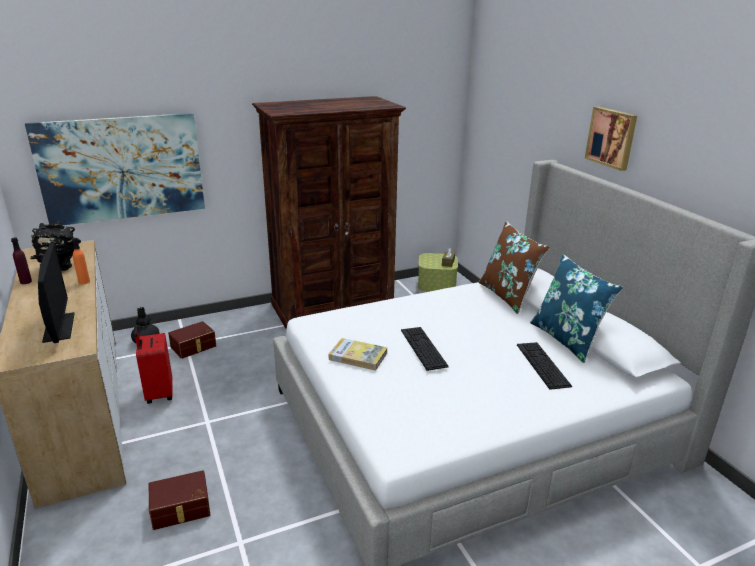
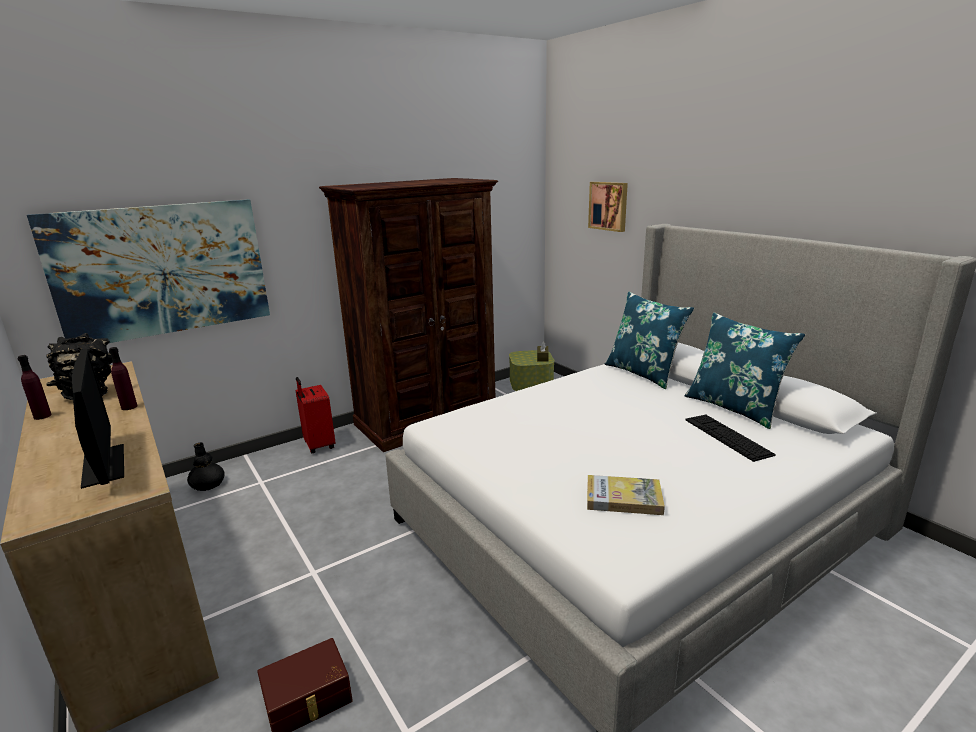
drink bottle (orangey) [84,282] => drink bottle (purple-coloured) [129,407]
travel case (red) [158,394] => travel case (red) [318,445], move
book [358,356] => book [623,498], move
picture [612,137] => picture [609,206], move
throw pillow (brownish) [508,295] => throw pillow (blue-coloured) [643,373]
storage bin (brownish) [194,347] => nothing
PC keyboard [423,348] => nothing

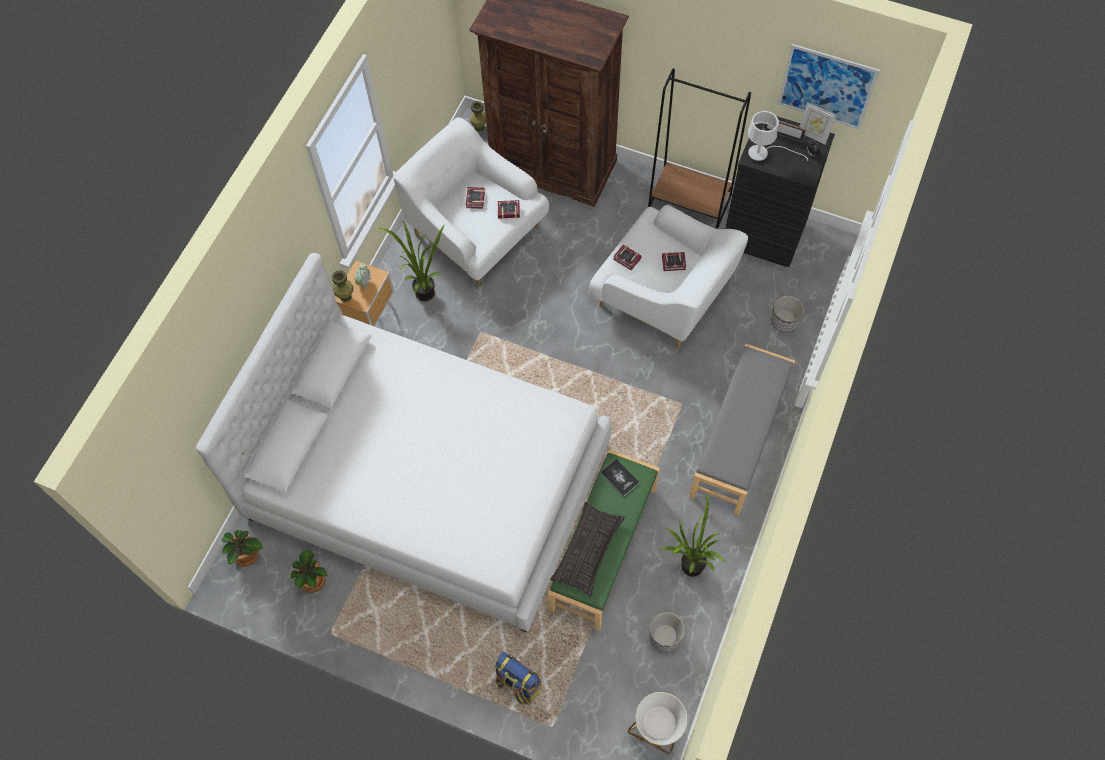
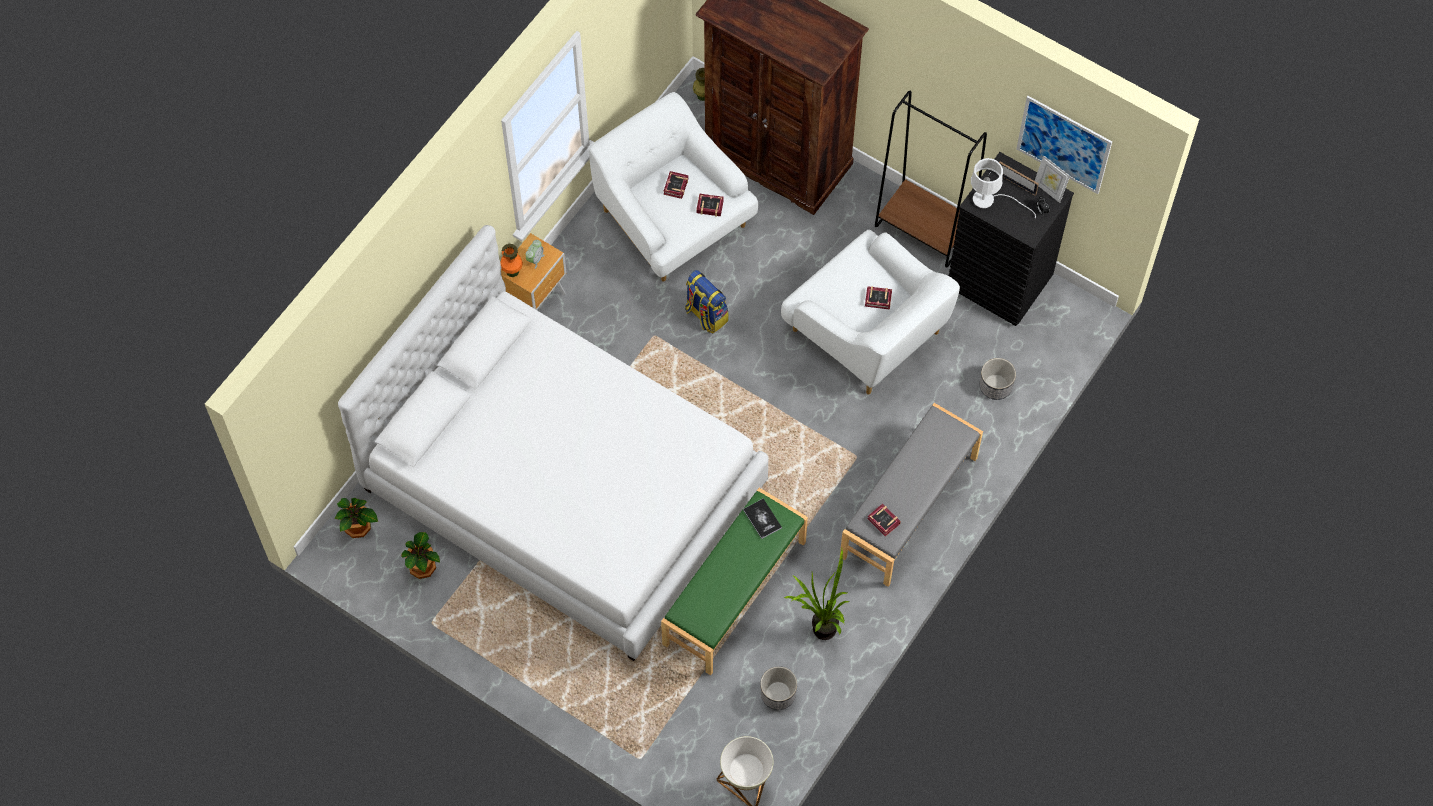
decorative vase (green) [345,296] => decorative vase (orangey) [512,271]
rucksack [518,684] => rucksack [705,315], move
book [627,260] => book [884,522], move
houseplant [422,291] => nothing
throw pillow [587,550] => nothing

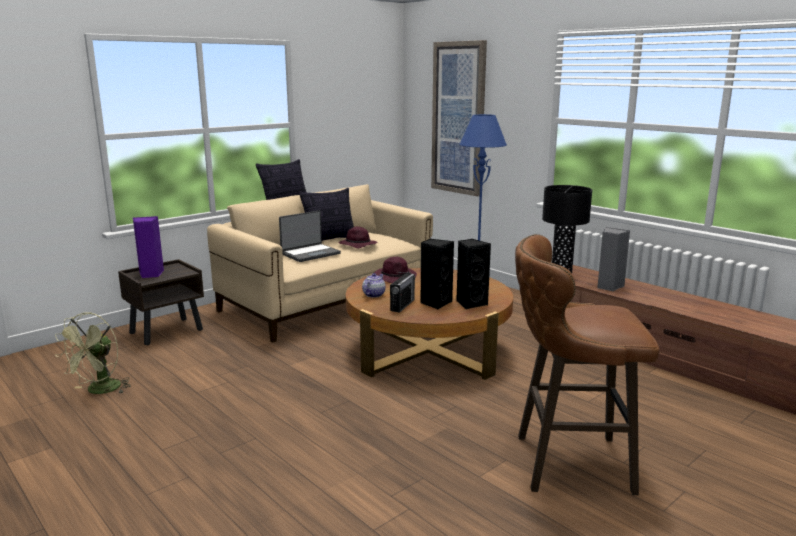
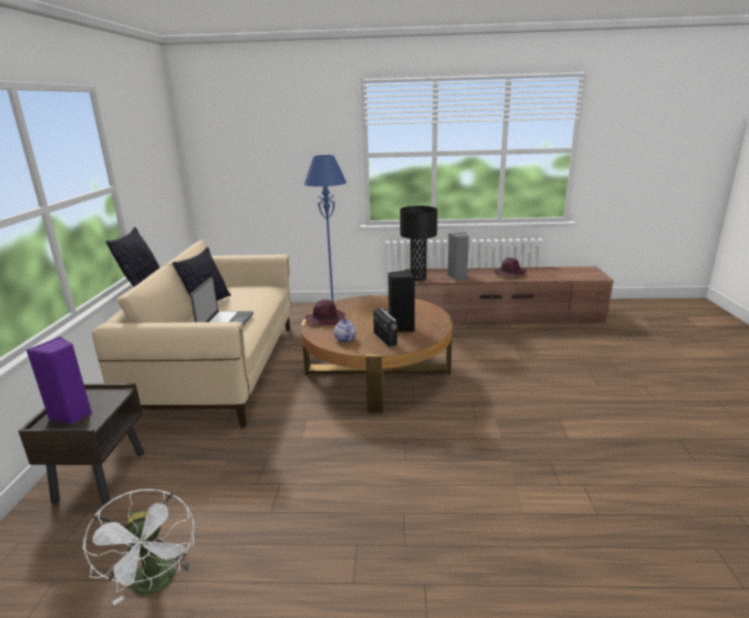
electric fan (green) [99,391] => electric fan (whitish) [156,584]
clothing hat (purple-coloured) [357,245] => clothing hat (purple-coloured) [509,274], move
picture [458,118] => nothing
audio speaker (black) [470,303] => nothing
stool (brownish) [567,463] => nothing

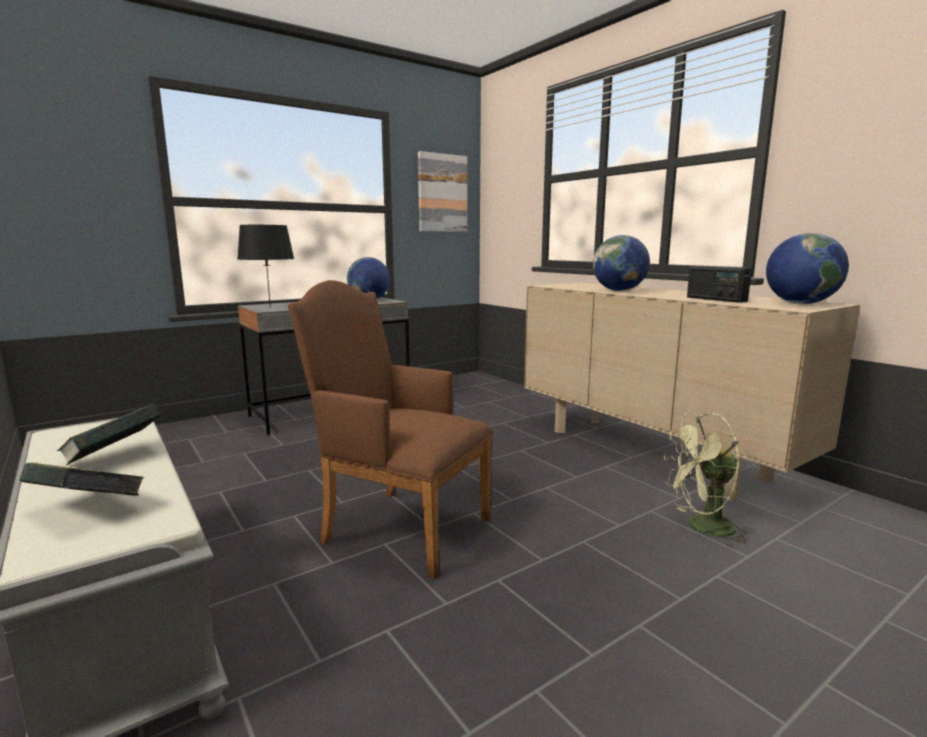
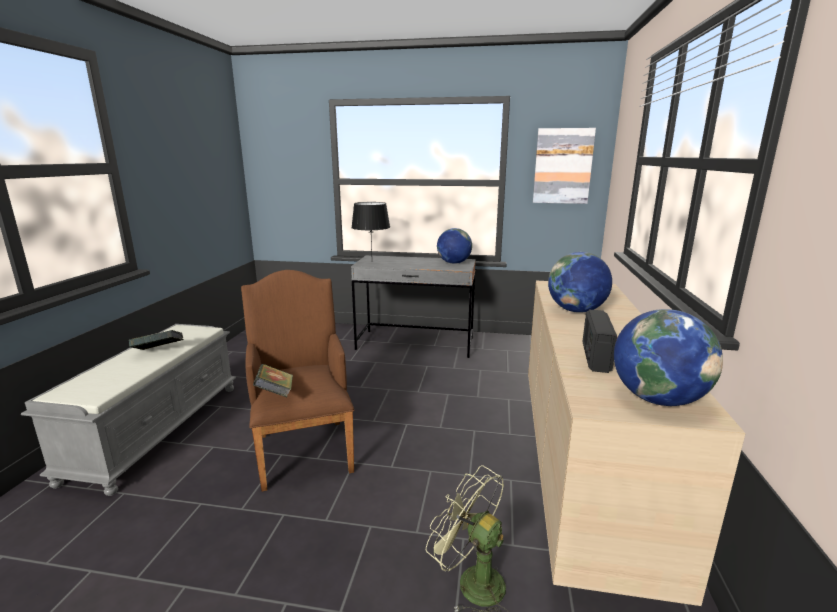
book [87,509] => book [275,394], move

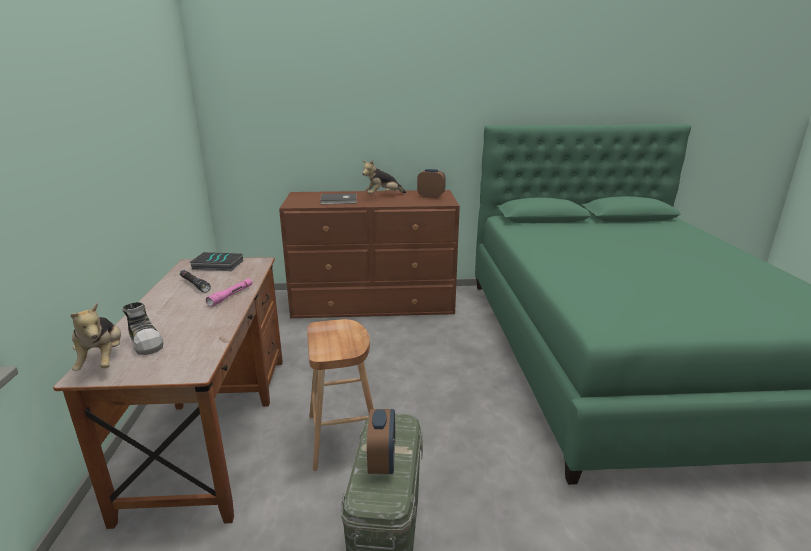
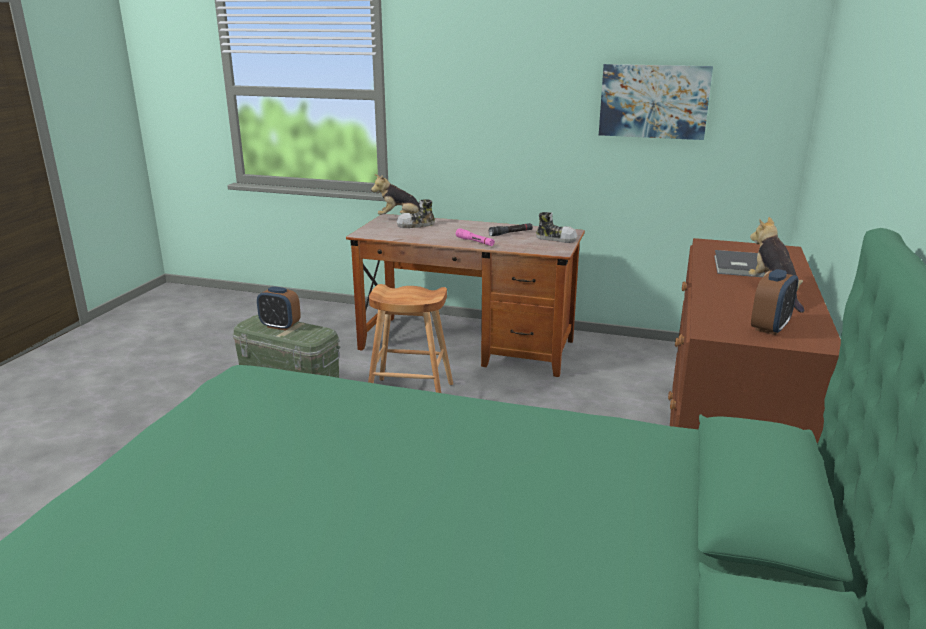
book [217,265] => low shoe [556,239]
nothing => picture [654,101]

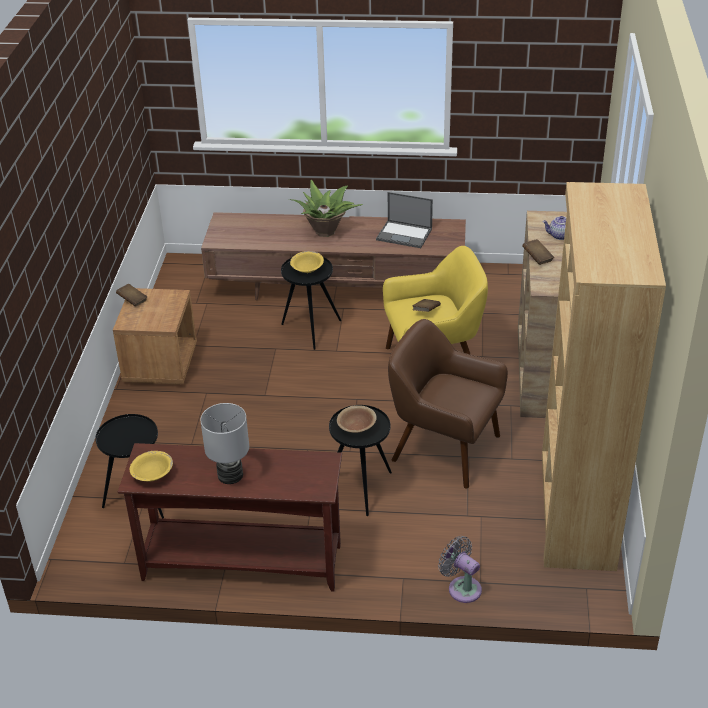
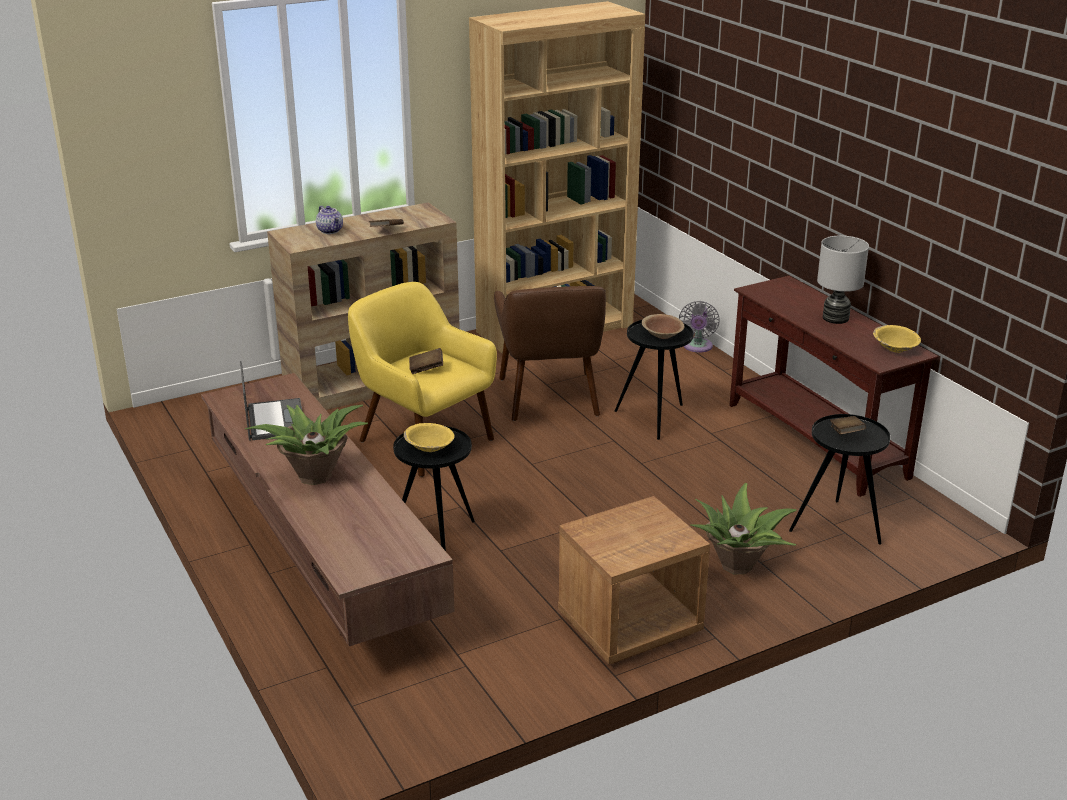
nothing => houseplant [738,565]
book (brownish) [132,301] => book (brownish) [846,434], move

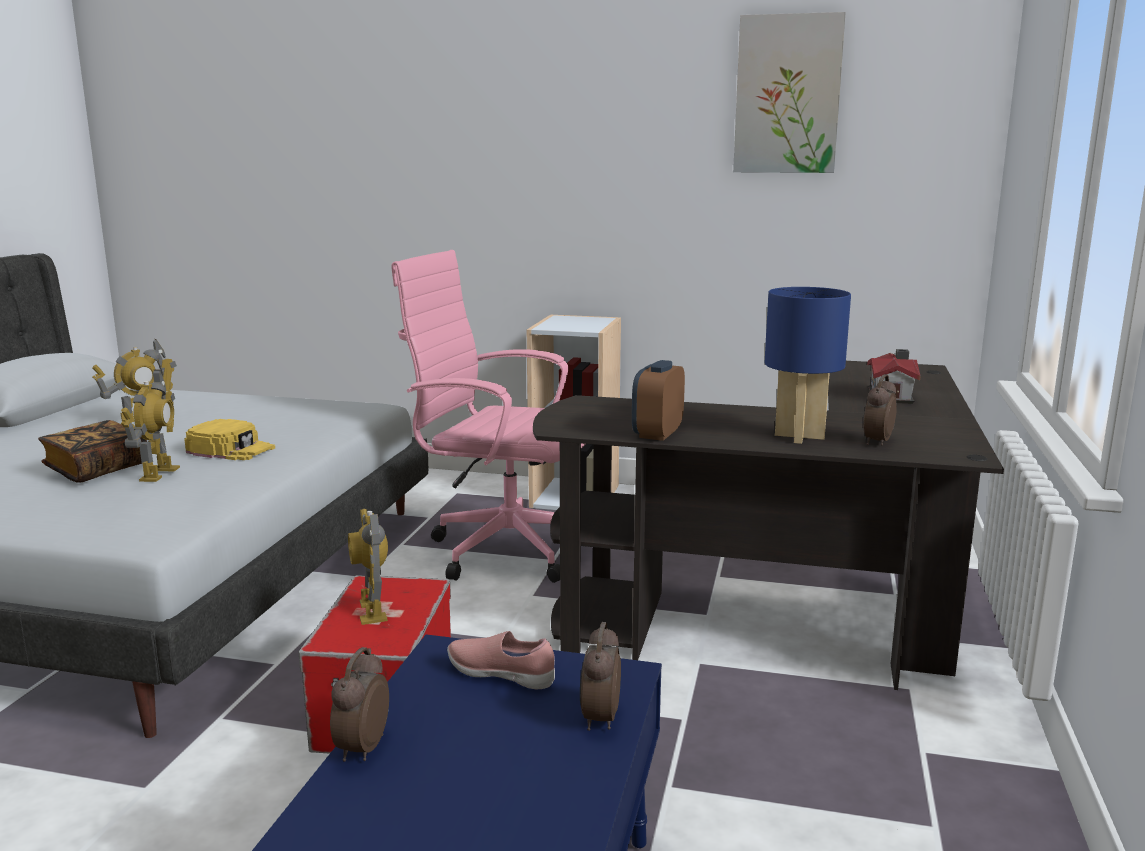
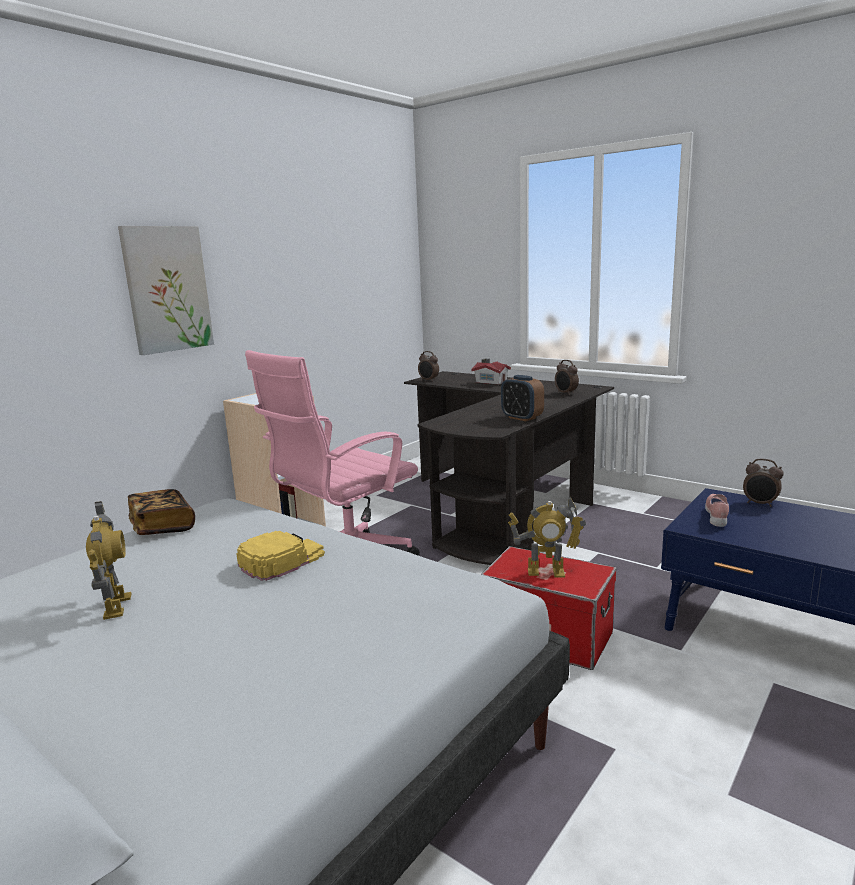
picture [787,95] => picture [167,289], move
book [97,469] => book [162,526], move
alarm clock [361,749] => alarm clock [428,380], move
low shoe (pink) [501,675] => low shoe (pink) [717,517], 150 degrees clockwise
toy robot [158,474] => nothing
lamp for a table (blue-coloured) [799,436] => nothing

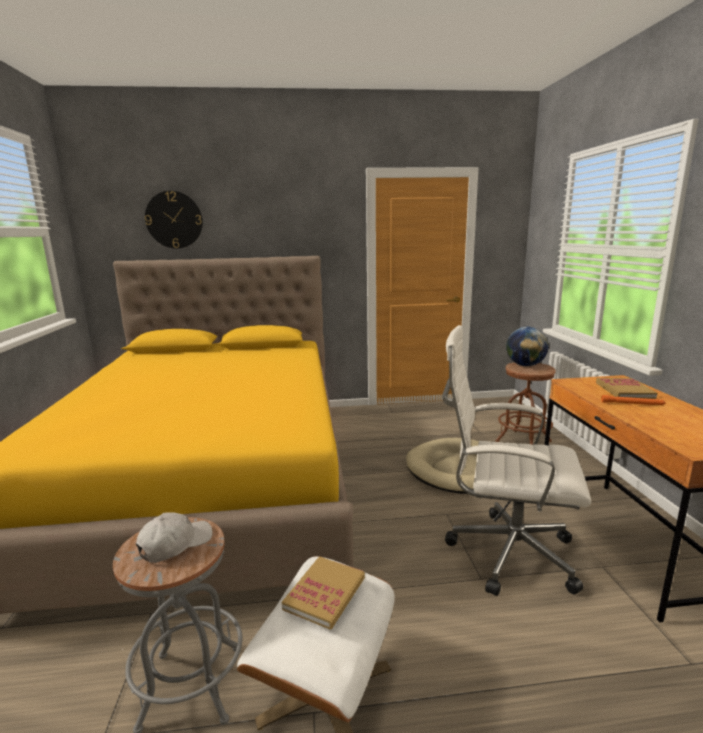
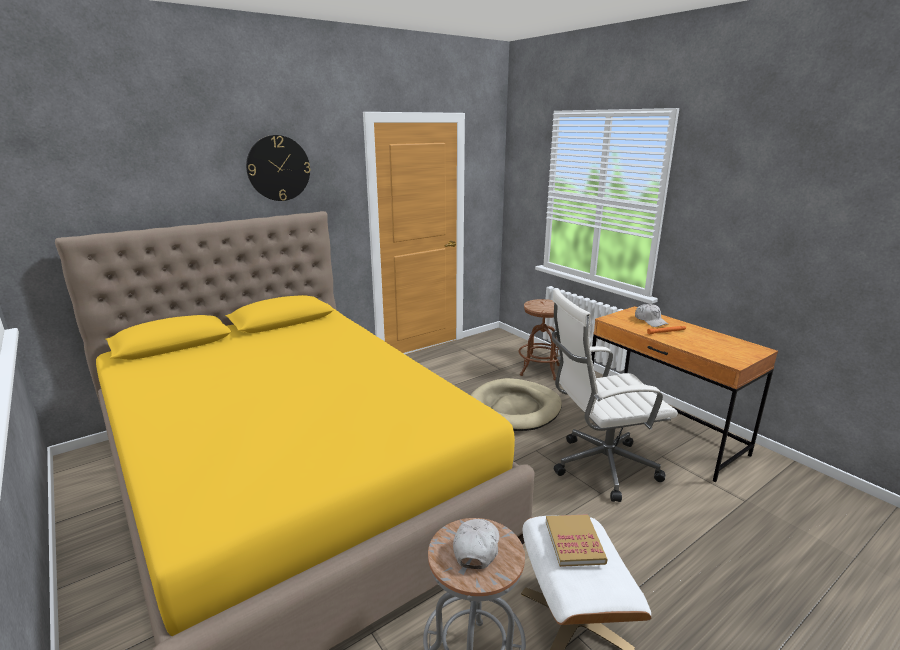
wall clock [174,220] => wall clock [278,168], move
book [624,390] => peaked cap (whitish) [650,321]
world globe [525,365] => nothing

